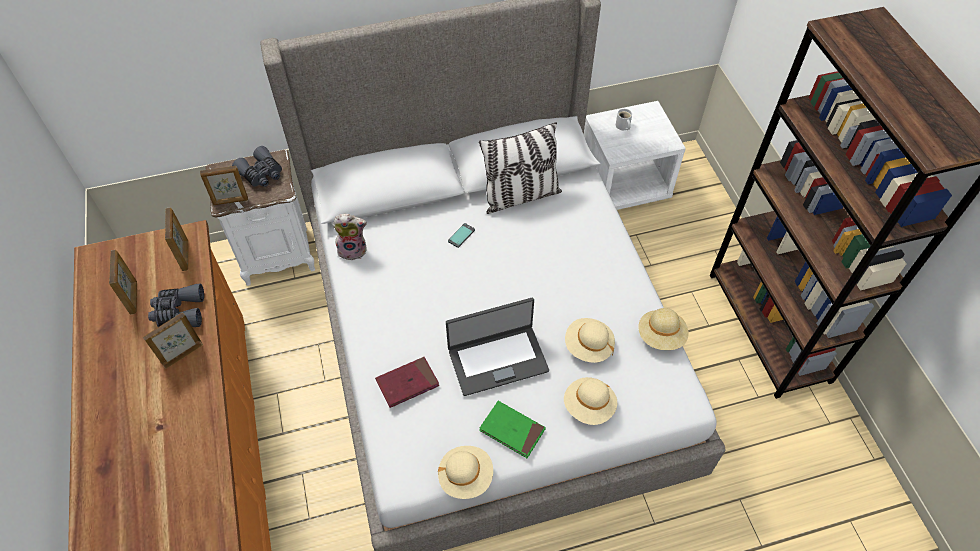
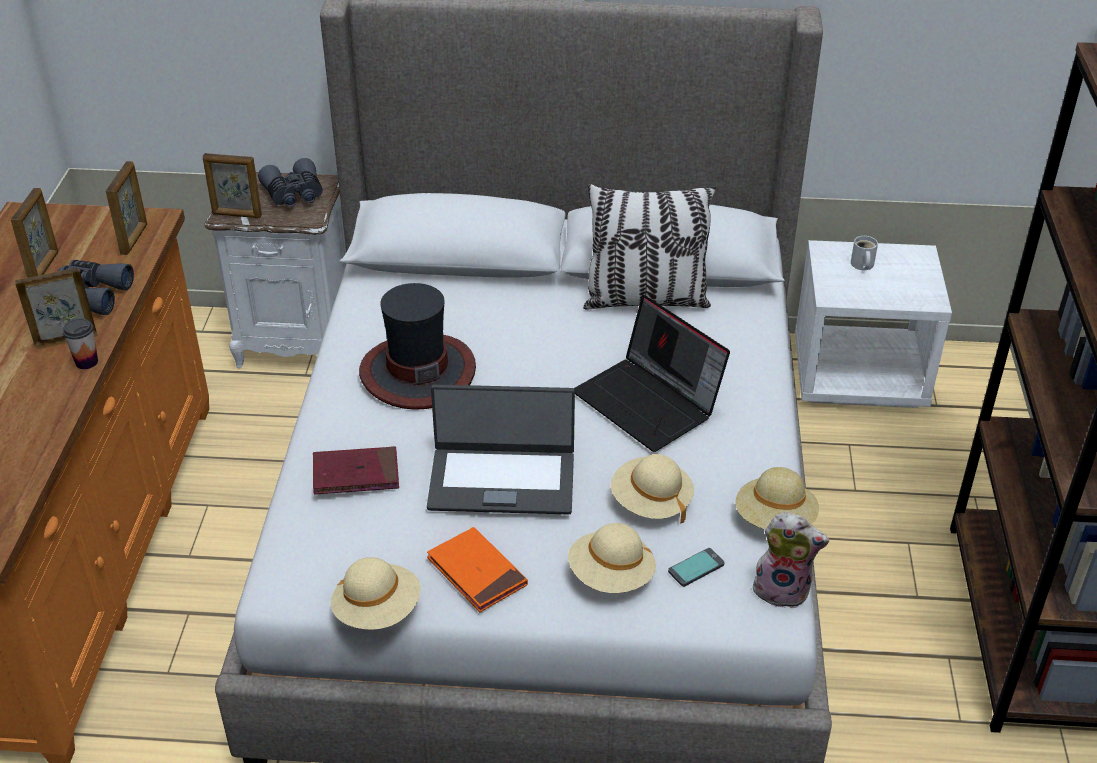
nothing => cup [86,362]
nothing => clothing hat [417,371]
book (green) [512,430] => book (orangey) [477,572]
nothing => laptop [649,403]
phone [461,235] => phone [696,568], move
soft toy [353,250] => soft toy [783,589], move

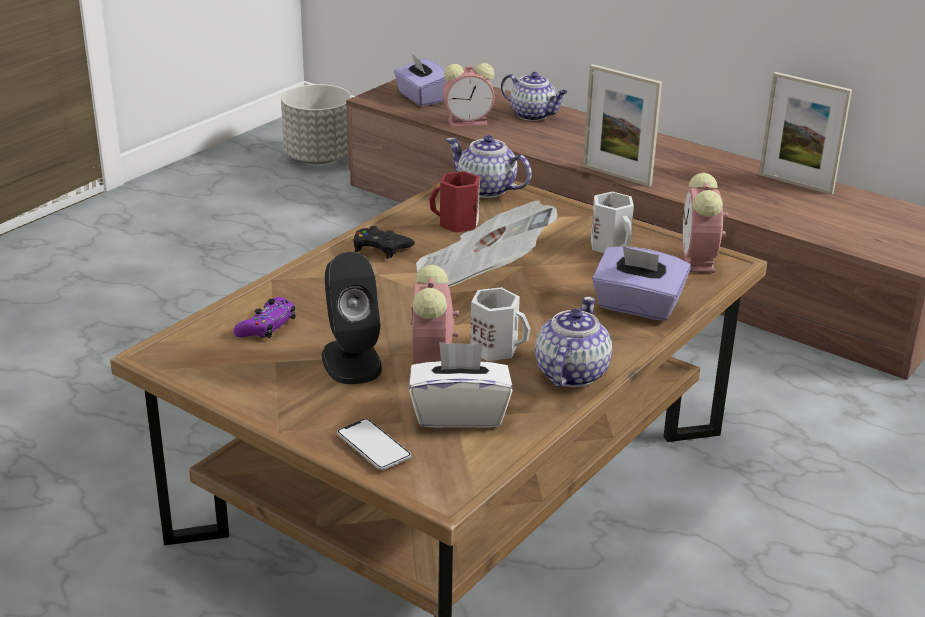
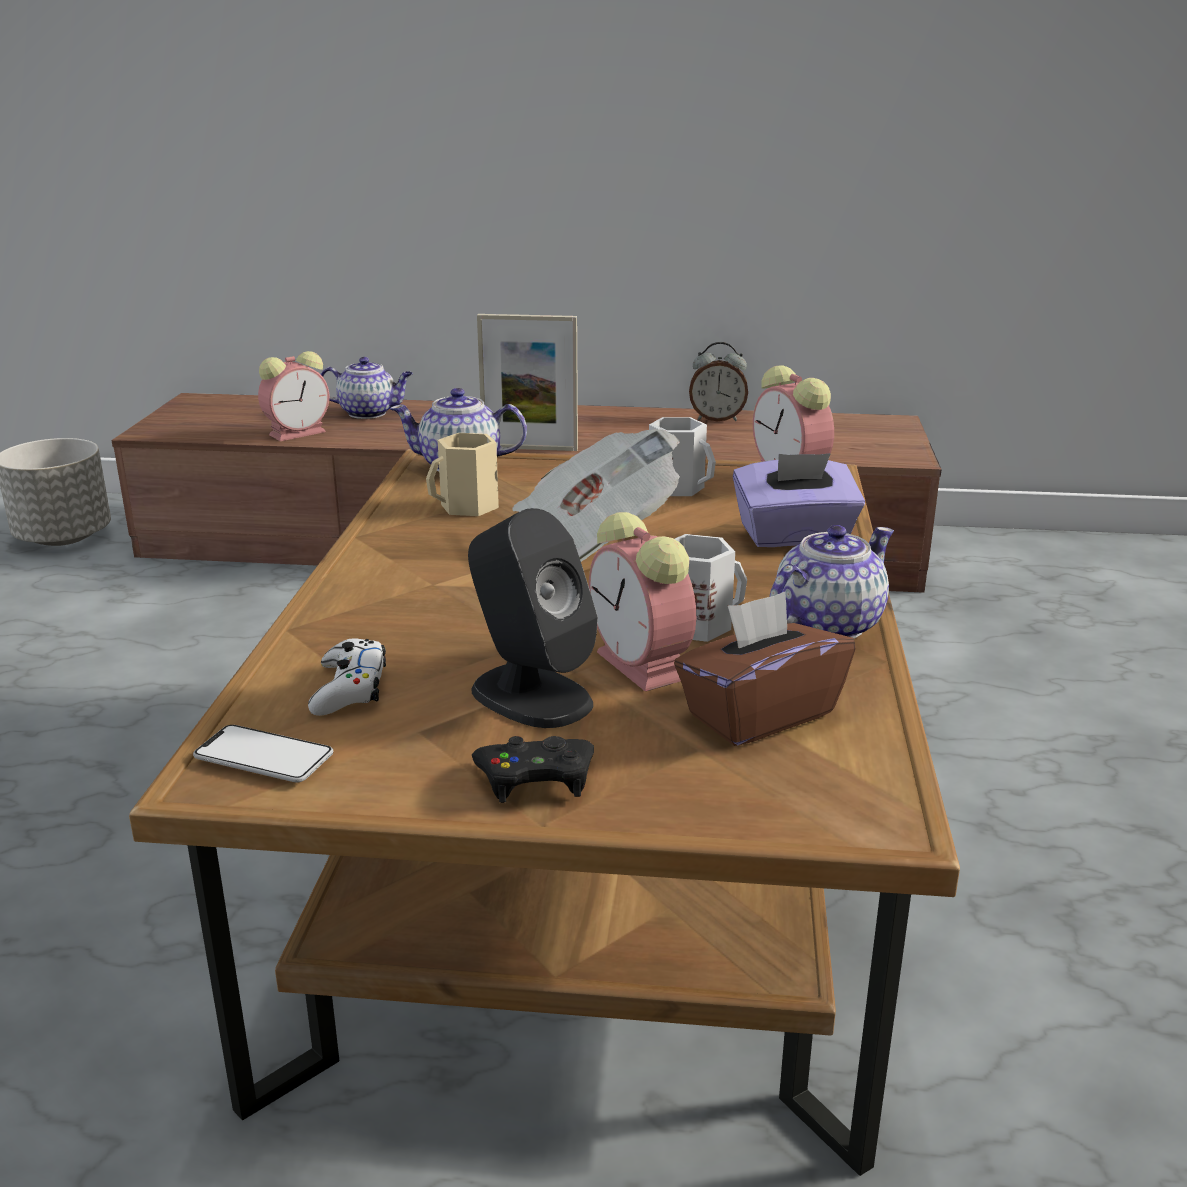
phone [373,446] => phone [264,756], move
joypad (purple-coloured) [266,326] => joypad (whitish) [349,689]
mug (red) [457,223] => mug (beige-coloured) [467,507]
joypad (black) [380,248] => joypad (black) [536,778], move
box of tissues (whitish) [459,414] => box of tissues (brownish) [759,714]
picture frame [795,183] => alarm clock [717,419]
teapot [570,374] => teapot [826,625], 60 degrees clockwise
box of tissues (purple-coloured) [420,97] => nothing

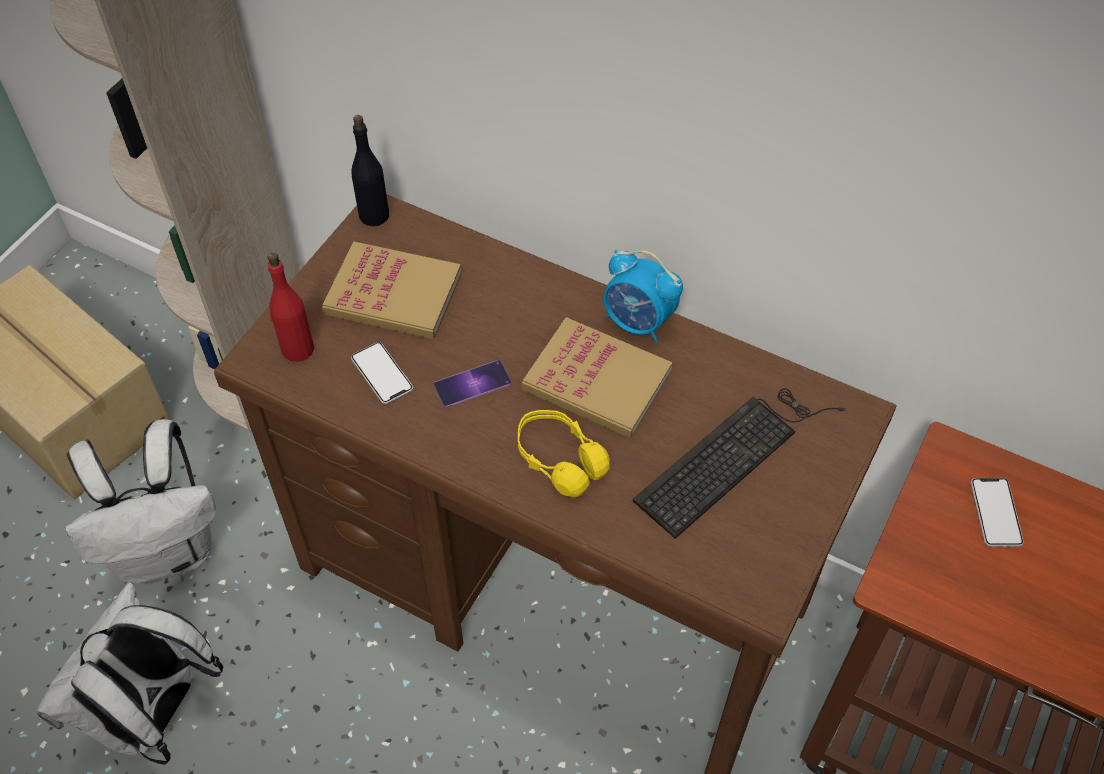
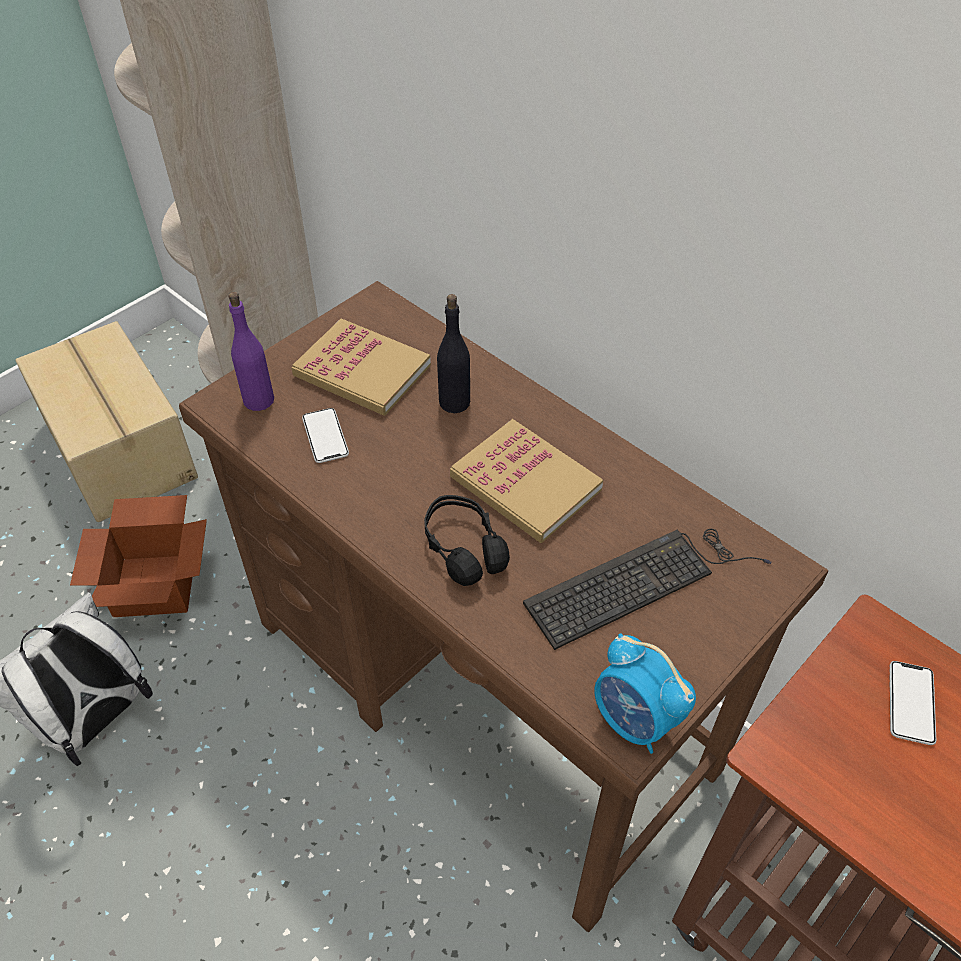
rucksack (whitish) [168,551] => packing box [157,583]
drink bottle (red) [297,349] => drink bottle (purple-coloured) [258,400]
headphones (yellow) [559,460] => headphones (black) [463,548]
drink bottle (black) [374,215] => drink bottle (black) [454,402], move
alarm clock [638,322] => alarm clock [635,720], move
phone [472,384] => nothing

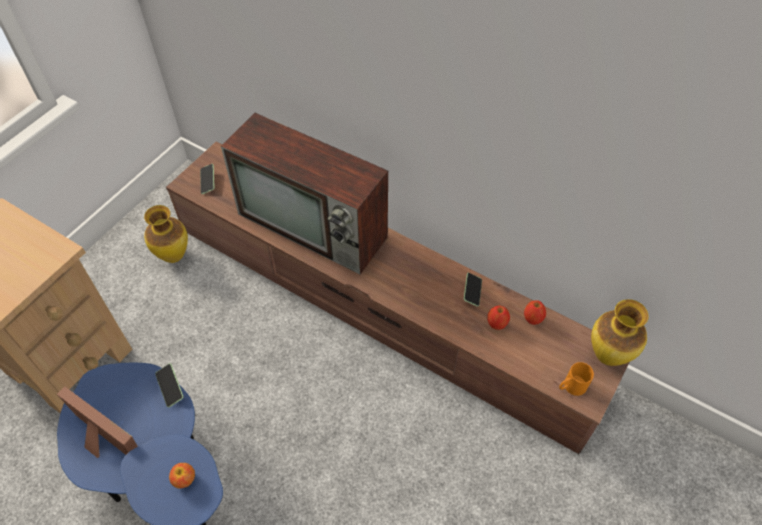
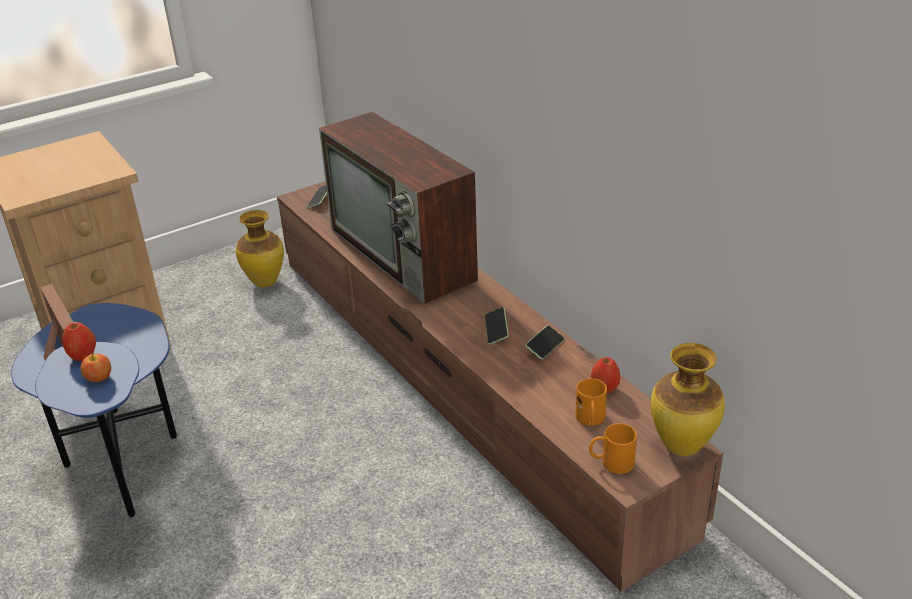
apple fruit [497,324] => apple fruit [83,356], move
phone [170,388] => phone [496,331], move
nothing => mug (orangey) [591,420]

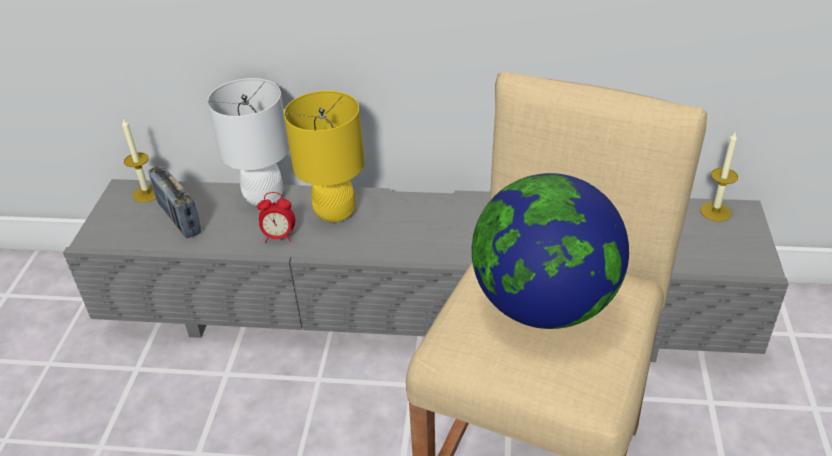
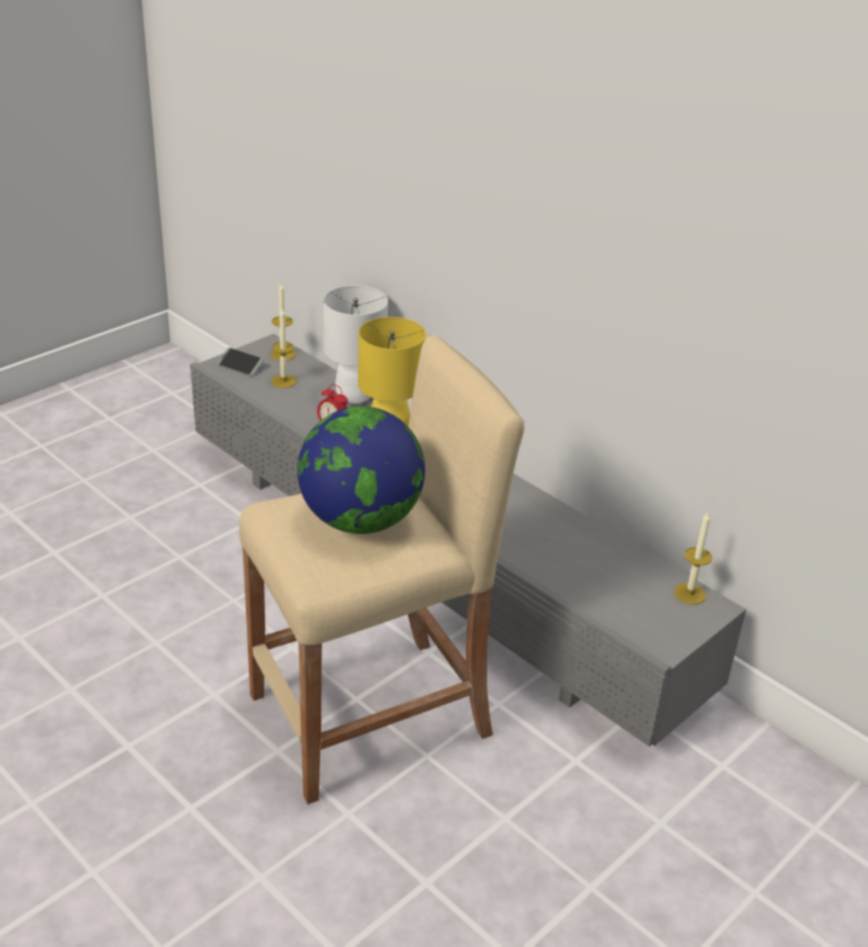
nothing => phone [240,366]
radio set [179,218] => wax light [284,381]

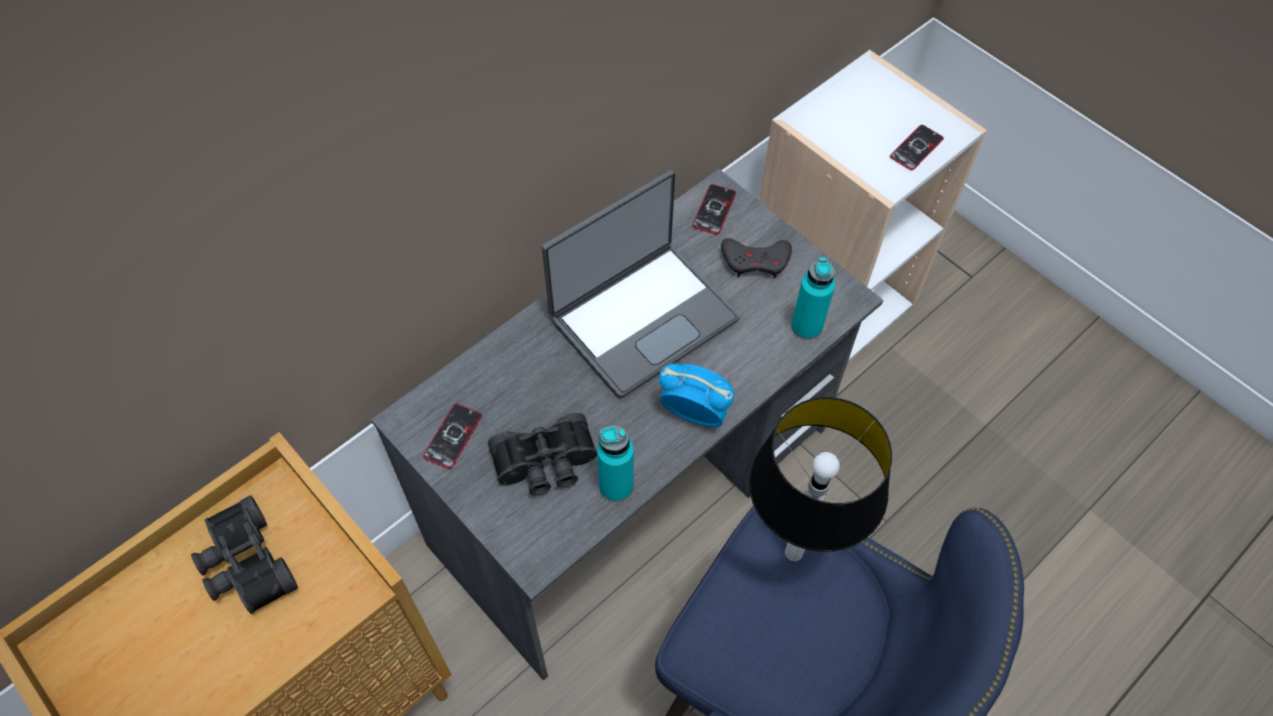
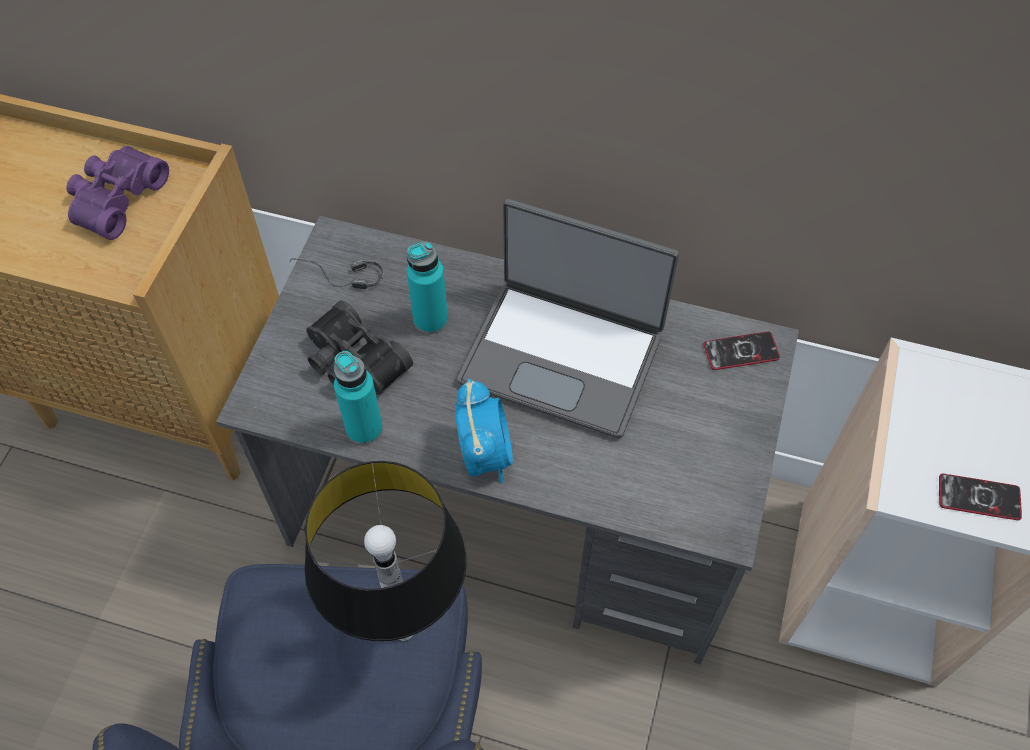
field glasses (black) [244,565] => field glasses (purple-coloured) [115,198]
phone [453,436] => headphones [338,280]
drink bottle (blue-green) [806,326] => drink bottle (blue-green) [430,320], move
joypad (gray) [756,261] => nothing

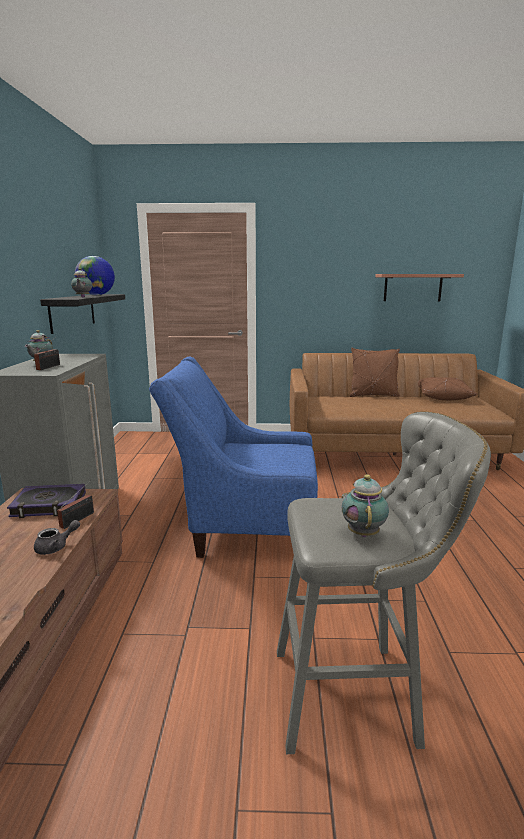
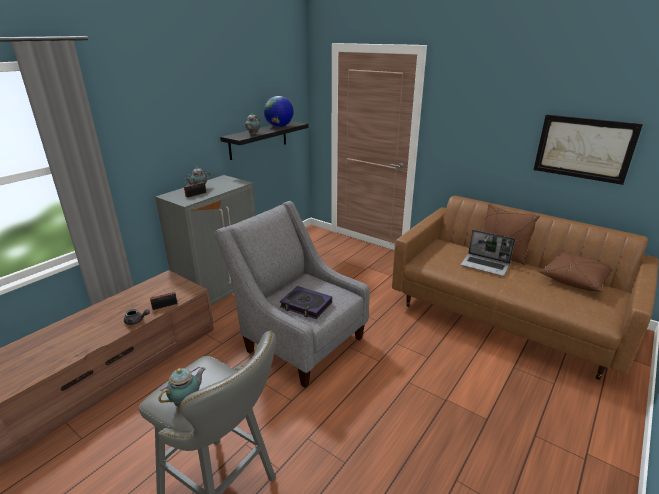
lounge chair (blue-coloured) [243,526] => lounge chair (gray) [298,340]
book [49,505] => book [306,305], move
nothing => laptop [485,265]
wall shelf [412,287] => picture [584,148]

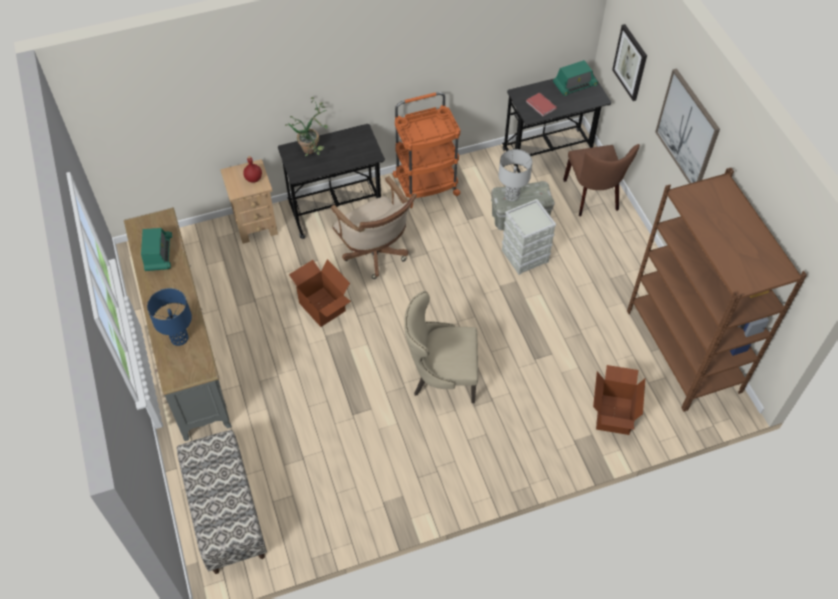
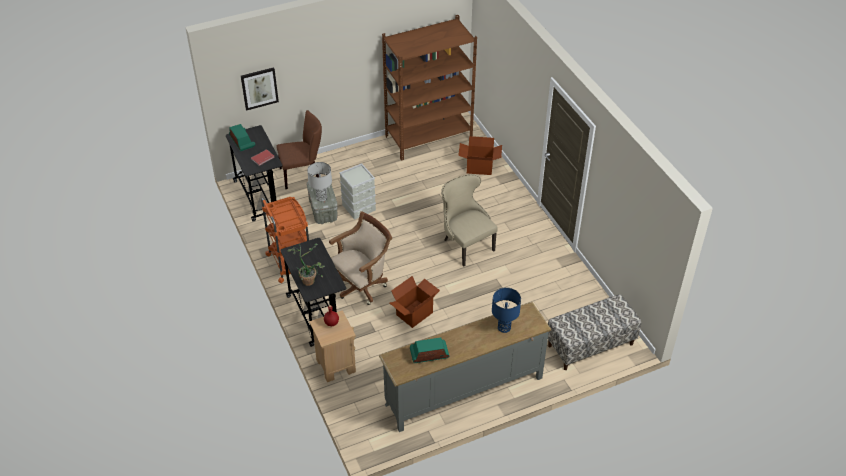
chair (beige-coloured) [441,378] => chair (beige-coloured) [466,245], 150 degrees clockwise
picture [687,130] => nothing

